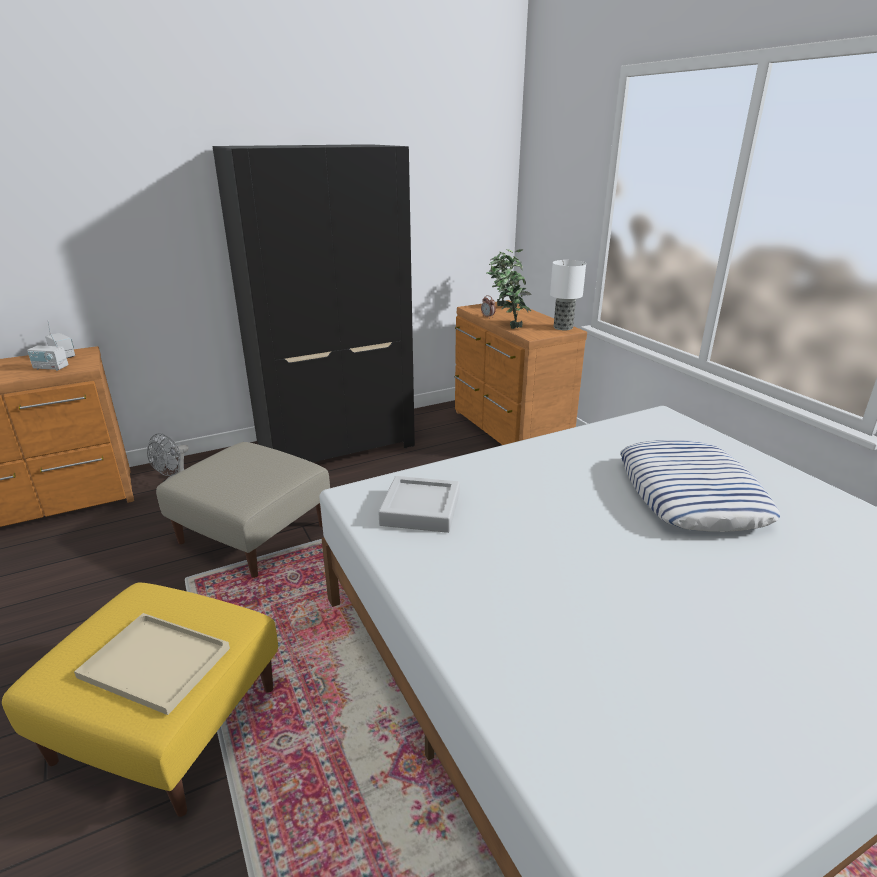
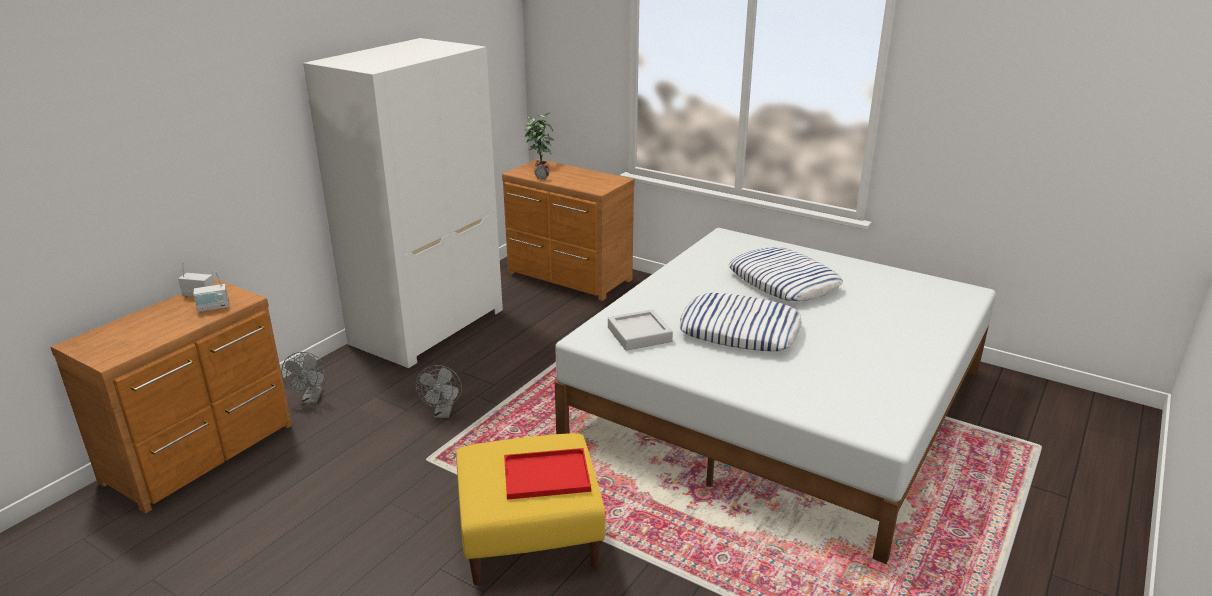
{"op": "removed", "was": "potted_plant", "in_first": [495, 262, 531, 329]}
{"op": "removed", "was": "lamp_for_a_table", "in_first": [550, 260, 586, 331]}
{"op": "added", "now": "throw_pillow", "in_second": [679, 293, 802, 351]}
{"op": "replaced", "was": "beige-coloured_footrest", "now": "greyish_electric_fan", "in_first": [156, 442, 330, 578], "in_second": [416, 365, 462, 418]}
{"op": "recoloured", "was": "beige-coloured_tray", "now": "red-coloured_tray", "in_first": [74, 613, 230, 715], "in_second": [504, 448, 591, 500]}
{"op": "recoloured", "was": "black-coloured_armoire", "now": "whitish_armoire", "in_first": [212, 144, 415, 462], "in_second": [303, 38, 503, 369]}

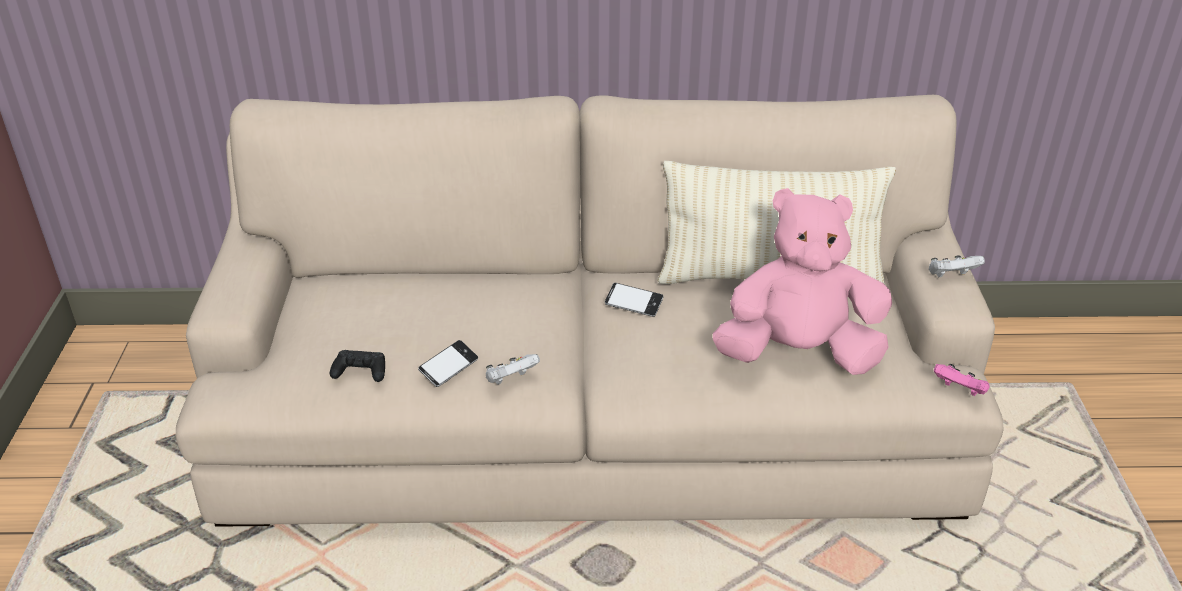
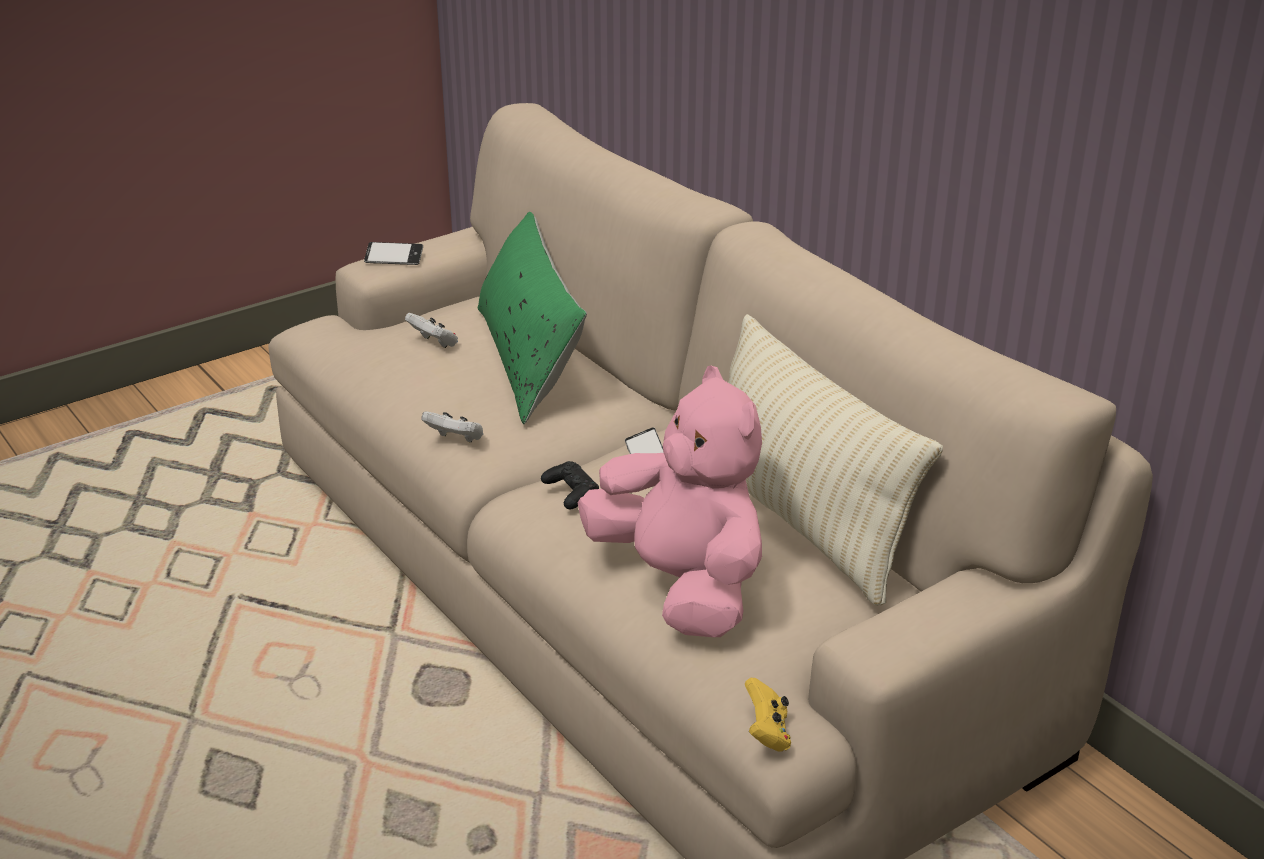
{"op": "added", "now": "greenish_throw_pillow", "in_second": [478, 212, 587, 424]}
{"op": "moved", "was": "black-coloured_game_controller", "in_first": [330, 350, 385, 382], "in_second": [541, 461, 599, 509]}
{"op": "moved", "was": "handset", "in_first": [418, 340, 478, 387], "in_second": [364, 242, 423, 265]}
{"op": "moved", "was": "whitish_game_controller", "in_first": [928, 255, 985, 277], "in_second": [405, 313, 458, 348]}
{"op": "recoloured", "was": "pink_game_controller", "now": "yellow-coloured_game_controller", "in_first": [934, 364, 990, 396], "in_second": [745, 678, 791, 751]}

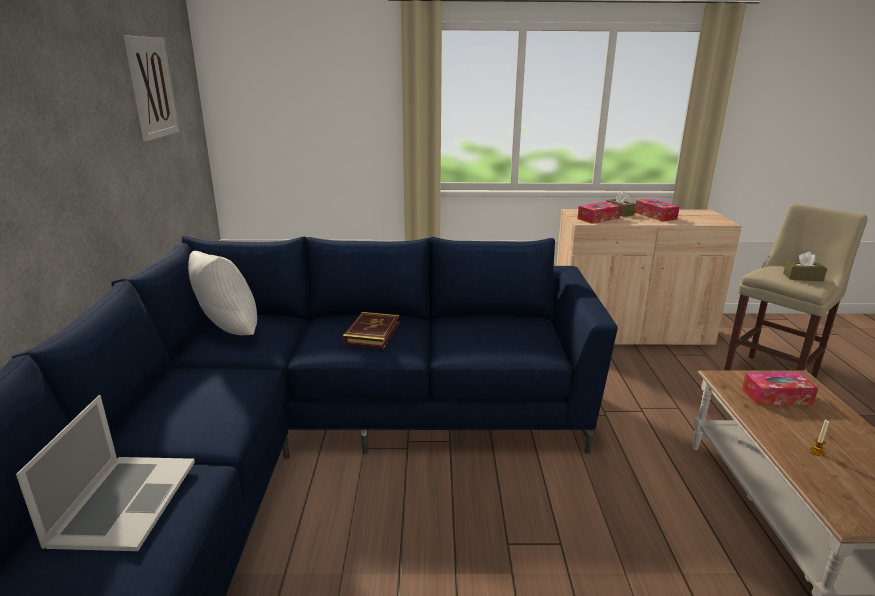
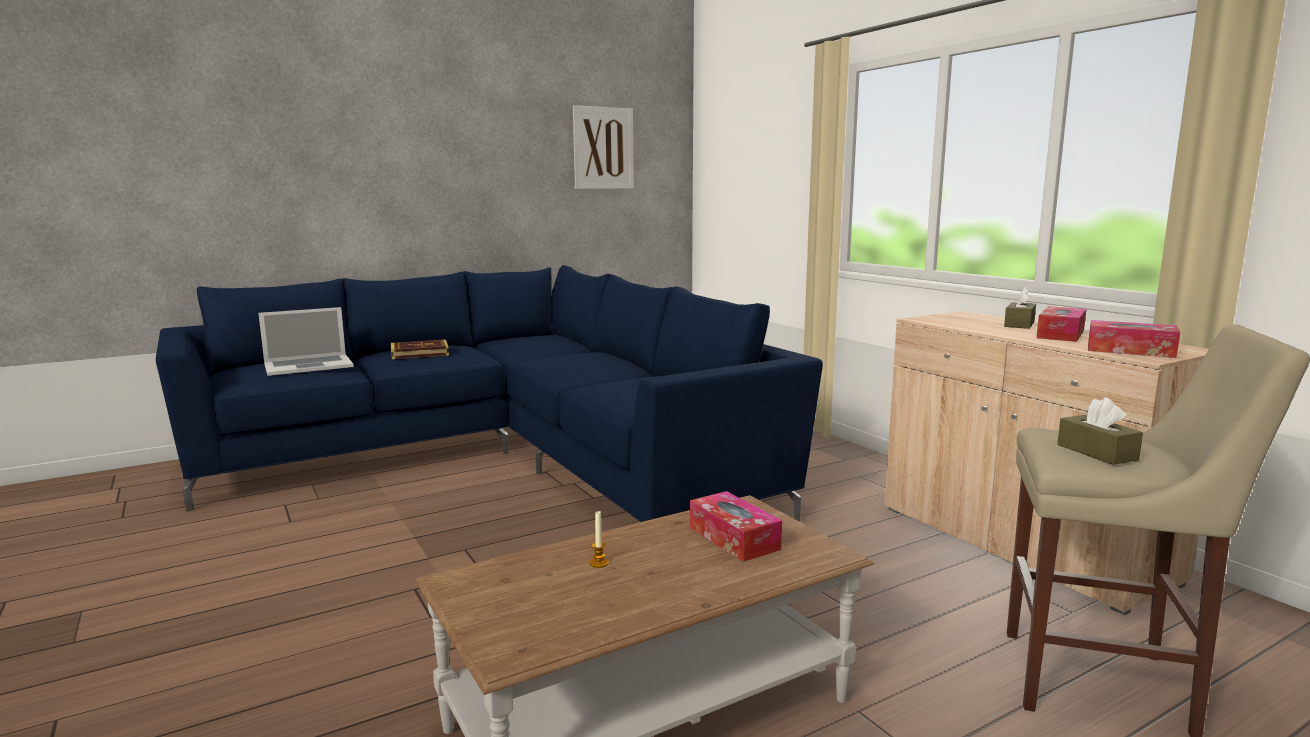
{"op": "removed", "was": "whitish_throw_pillow", "in_first": [188, 251, 257, 335]}
{"op": "moved", "was": "bound_book", "in_first": [343, 312, 399, 349], "in_second": [391, 339, 449, 359]}
{"op": "moved", "was": "box_of_tissues", "in_first": [577, 202, 621, 224], "in_second": [1088, 320, 1180, 358]}

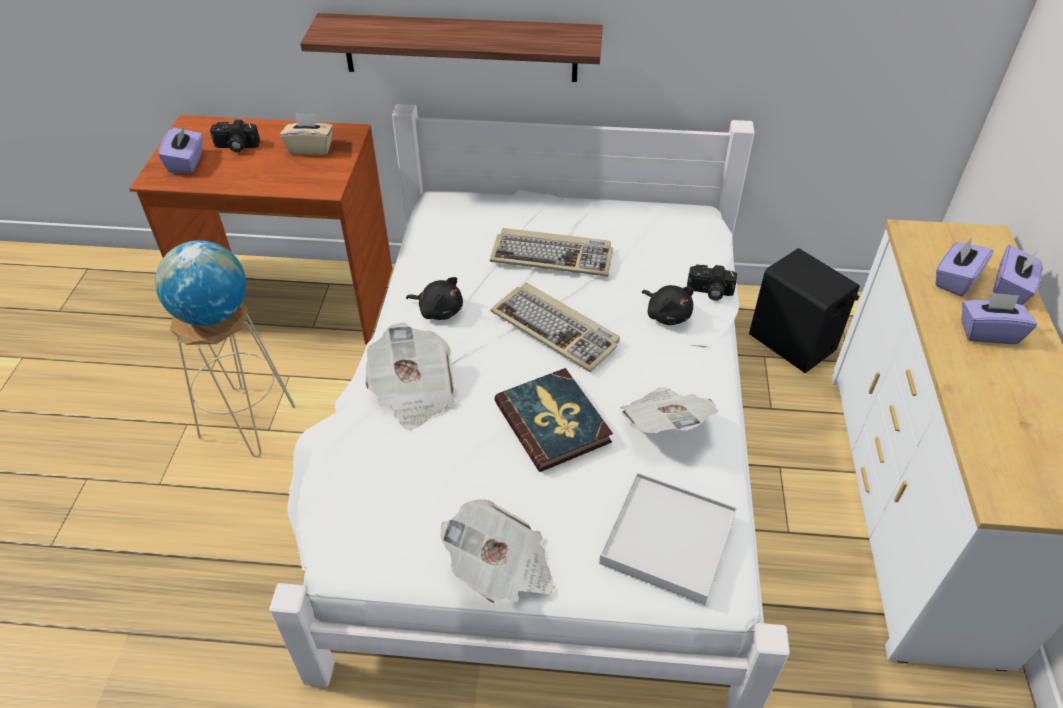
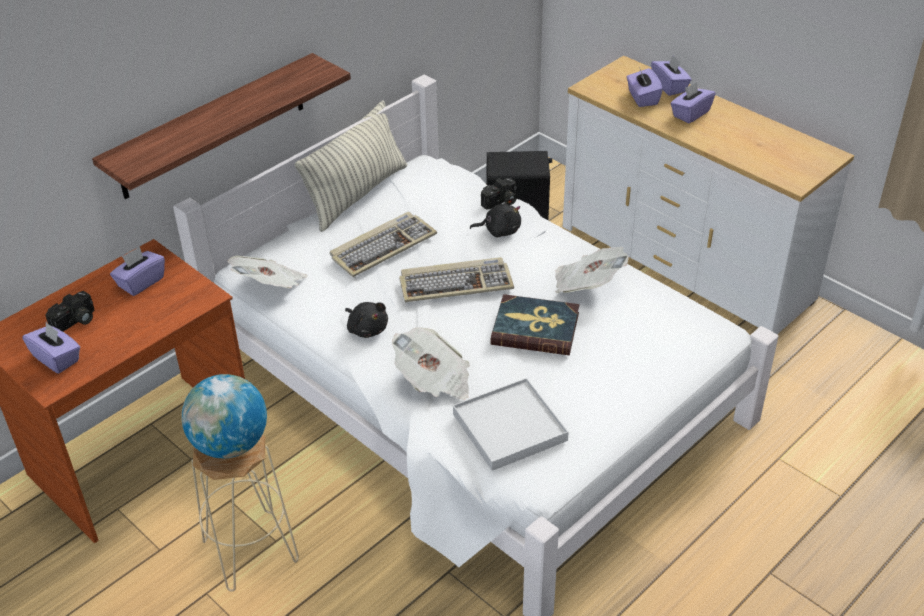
{"op": "added", "now": "throw_pillow", "in_second": [295, 100, 407, 232]}
{"op": "moved", "was": "printed_paper", "in_first": [440, 499, 554, 603], "in_second": [228, 256, 307, 288]}
{"op": "moved", "was": "whitish_tray", "in_first": [599, 472, 737, 605], "in_second": [453, 378, 568, 471]}
{"op": "recoloured", "was": "beige-coloured_box_of_tissues", "now": "purplish_box_of_tissues", "in_first": [280, 113, 333, 155], "in_second": [110, 246, 165, 296]}
{"op": "turned", "was": "black-coloured_soft_toy", "in_first": [406, 277, 463, 320], "in_second": [345, 302, 388, 338], "clockwise": 75}

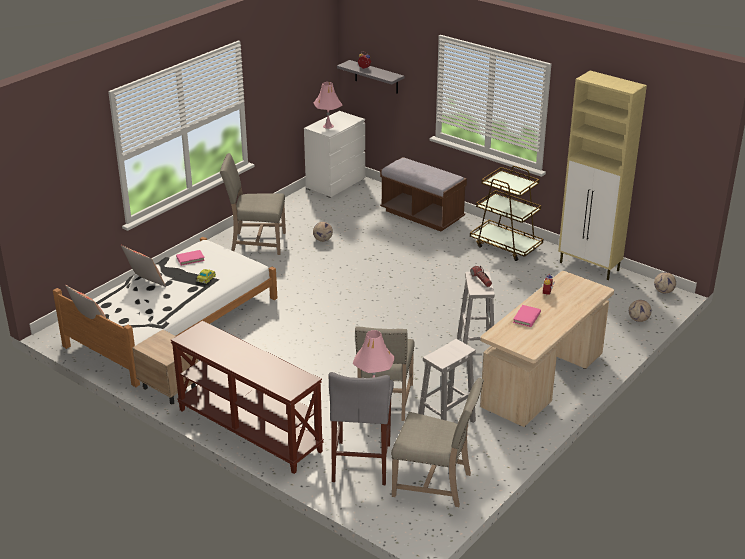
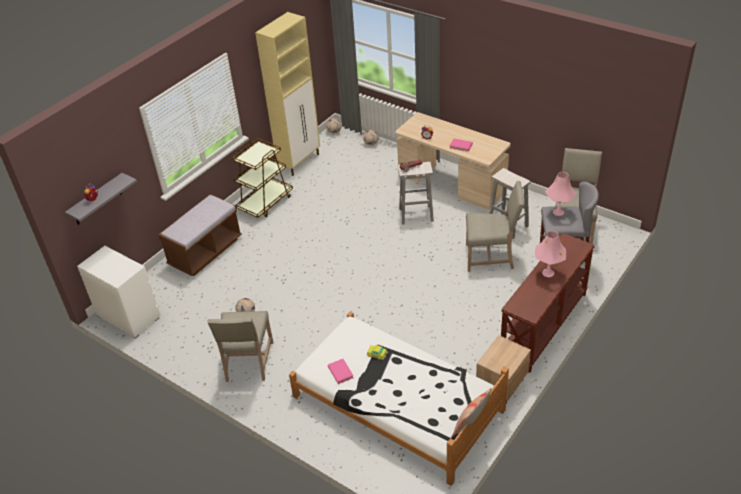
{"op": "removed", "was": "throw_pillow", "in_first": [121, 245, 166, 287]}
{"op": "moved", "was": "pink_lamp_for_a_table", "in_first": [314, 82, 342, 129], "in_second": [535, 231, 566, 277]}

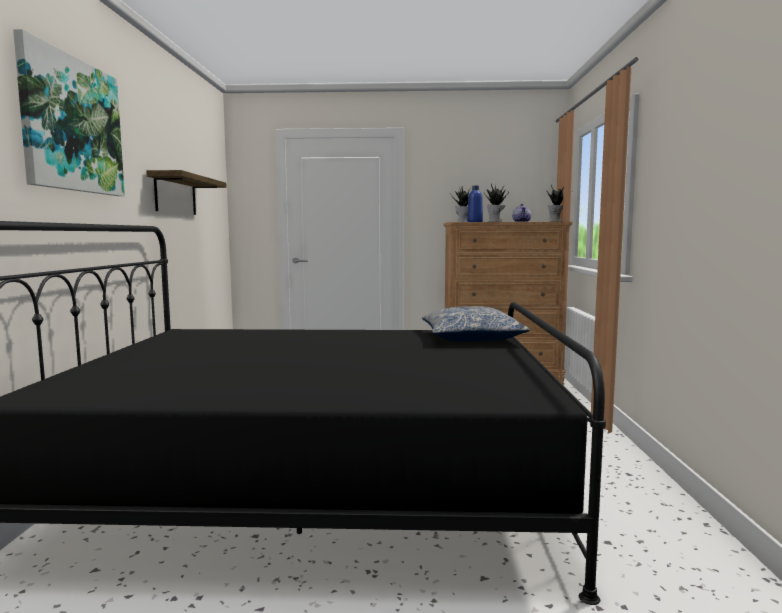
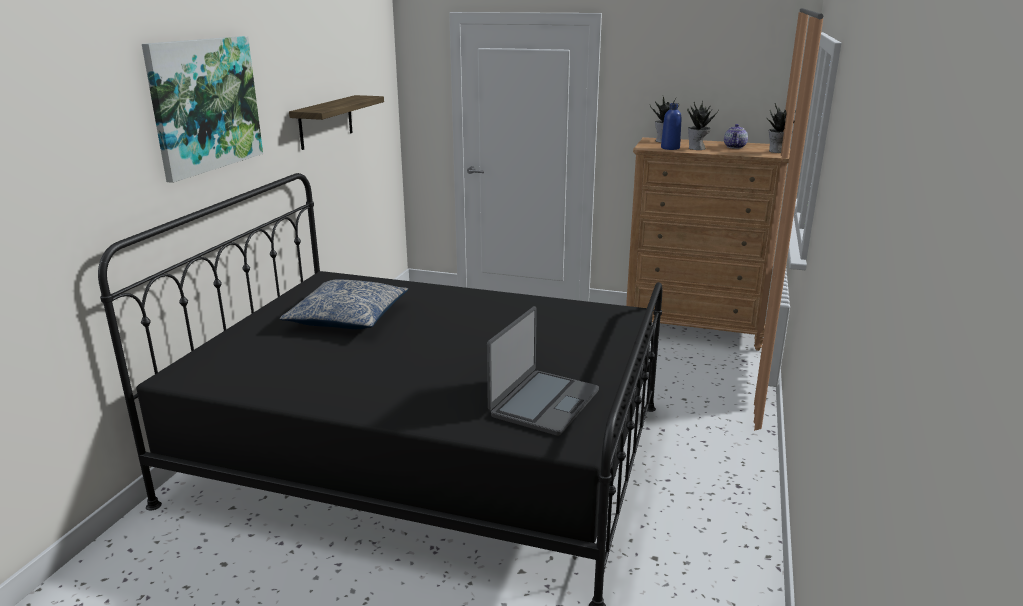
{"op": "added", "now": "notebook_computer", "in_second": [487, 306, 599, 436]}
{"op": "moved", "was": "throw_pillow", "in_first": [422, 306, 530, 342], "in_second": [280, 279, 408, 329]}

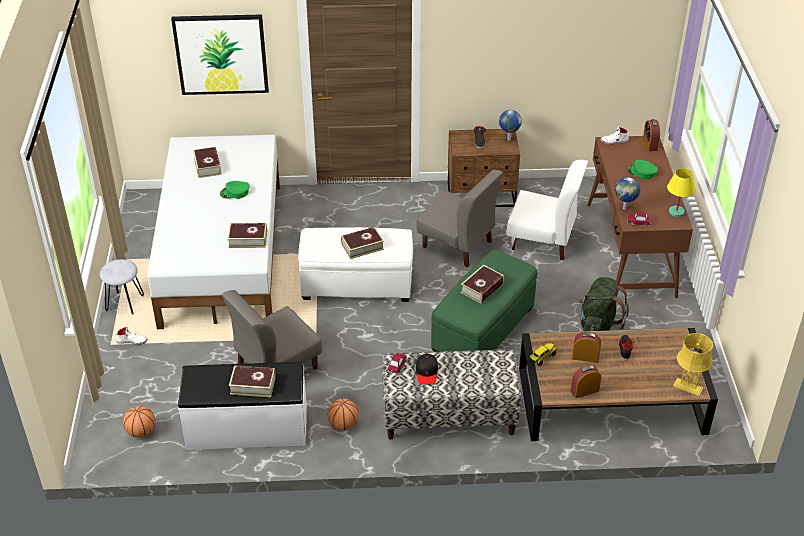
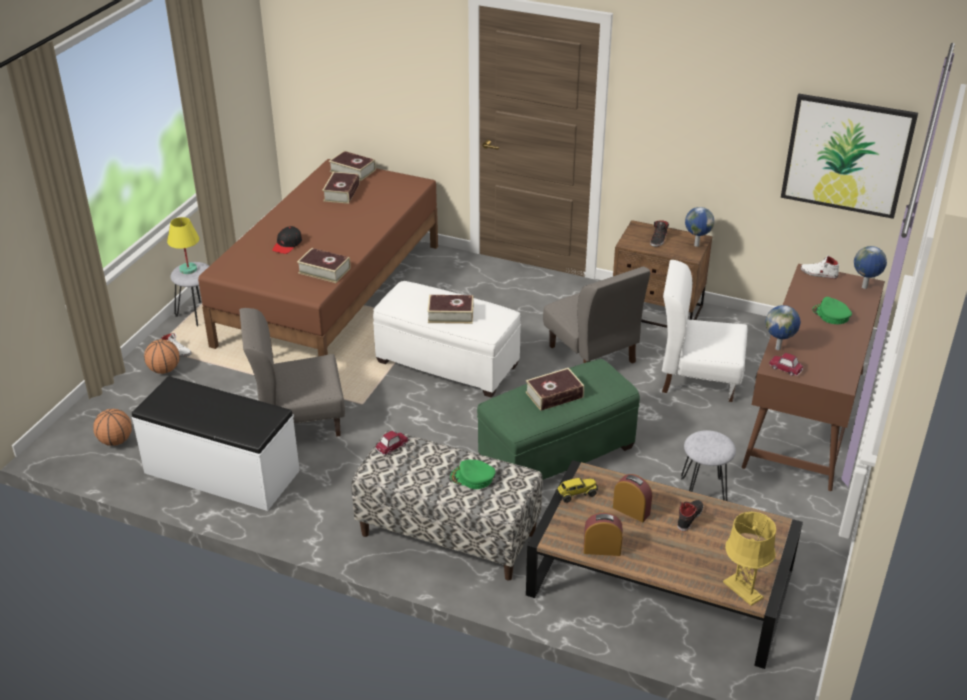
{"op": "moved", "was": "picture", "in_first": [171, 14, 269, 95], "in_second": [781, 94, 918, 219]}
{"op": "moved", "was": "greenish_peaked_cap", "in_first": [220, 181, 250, 199], "in_second": [450, 460, 495, 489]}
{"op": "moved", "was": "bound_book", "in_first": [229, 365, 276, 397], "in_second": [329, 151, 376, 181]}
{"op": "moved", "was": "basketball", "in_first": [328, 399, 359, 430], "in_second": [144, 339, 180, 374]}
{"op": "moved", "was": "black-coloured_peaked_cap", "in_first": [416, 354, 438, 385], "in_second": [272, 226, 302, 254]}
{"op": "moved", "was": "yellow-coloured_lamp_for_a_table", "in_first": [667, 168, 695, 217], "in_second": [167, 217, 199, 274]}
{"op": "replaced", "was": "greenish_rucksack", "now": "greyish_stool_seat", "in_first": [578, 277, 629, 331], "in_second": [681, 430, 736, 501]}
{"op": "replaced", "was": "table_clock", "now": "globe", "in_first": [643, 119, 660, 151], "in_second": [854, 246, 887, 289]}
{"op": "recoloured", "was": "whitish_sleeping_bed", "now": "brownish_sleeping_bed", "in_first": [147, 135, 280, 329], "in_second": [198, 159, 438, 356]}
{"op": "turned", "was": "whitish_plain_chair", "in_first": [506, 160, 588, 260], "in_second": [662, 260, 747, 402], "clockwise": 150}

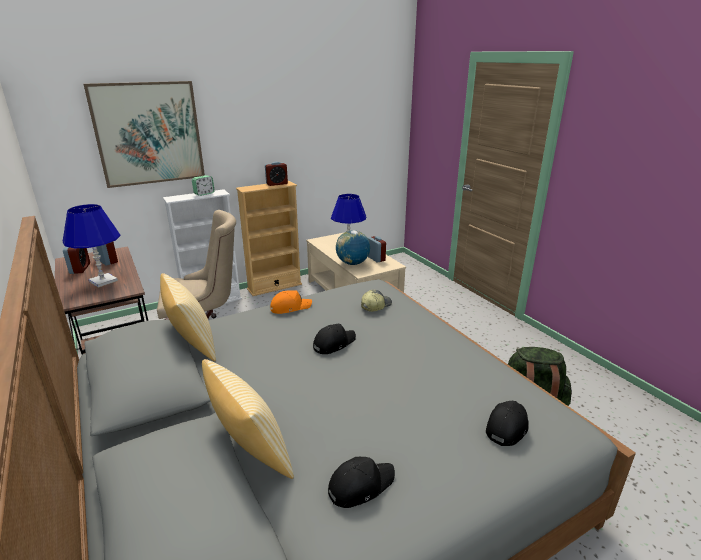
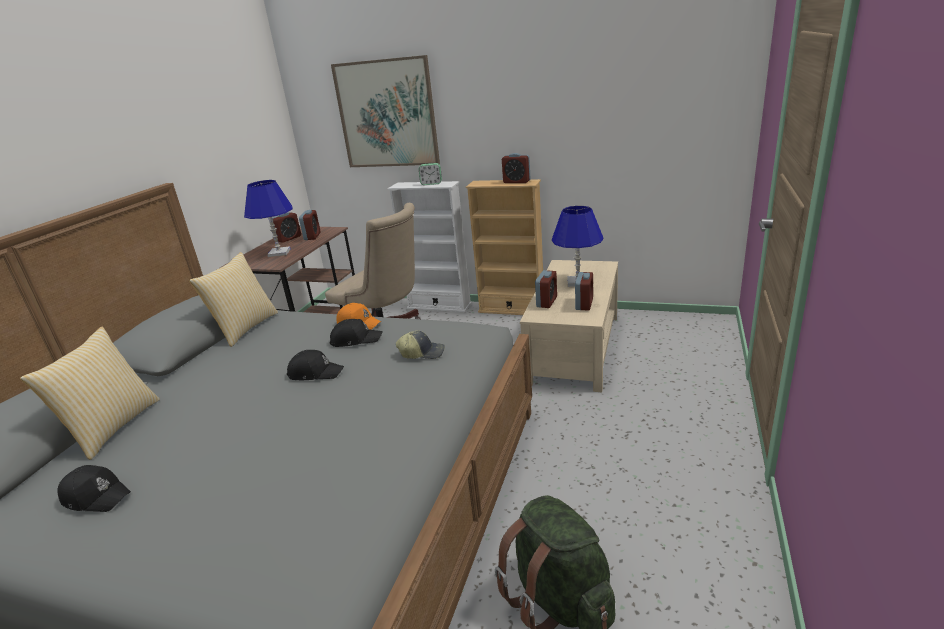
{"op": "moved", "was": "black-coloured_peaked_cap", "in_first": [486, 401, 529, 446], "in_second": [330, 319, 383, 347]}
{"op": "replaced", "was": "globe", "now": "table_clock", "in_first": [336, 230, 370, 265], "in_second": [535, 270, 557, 308]}

